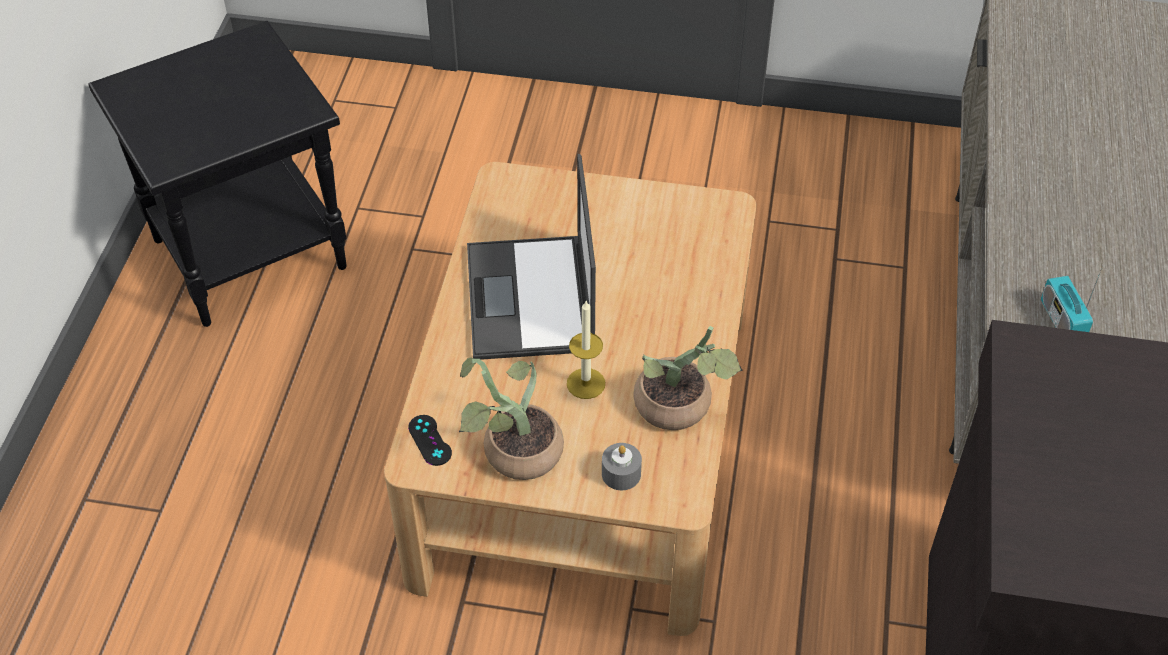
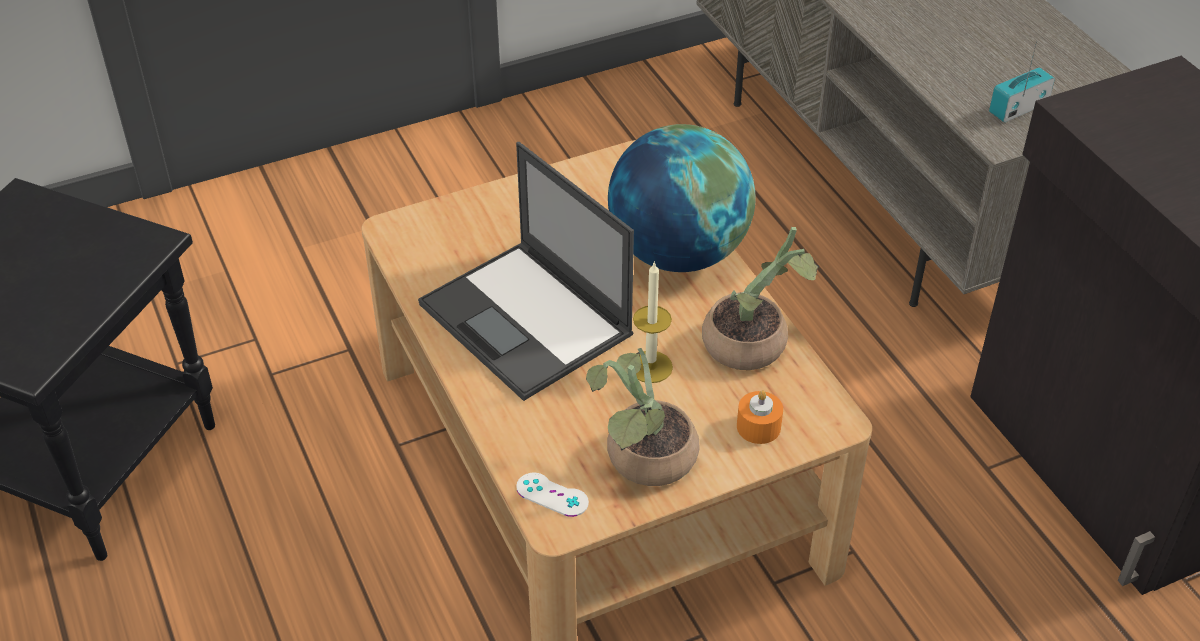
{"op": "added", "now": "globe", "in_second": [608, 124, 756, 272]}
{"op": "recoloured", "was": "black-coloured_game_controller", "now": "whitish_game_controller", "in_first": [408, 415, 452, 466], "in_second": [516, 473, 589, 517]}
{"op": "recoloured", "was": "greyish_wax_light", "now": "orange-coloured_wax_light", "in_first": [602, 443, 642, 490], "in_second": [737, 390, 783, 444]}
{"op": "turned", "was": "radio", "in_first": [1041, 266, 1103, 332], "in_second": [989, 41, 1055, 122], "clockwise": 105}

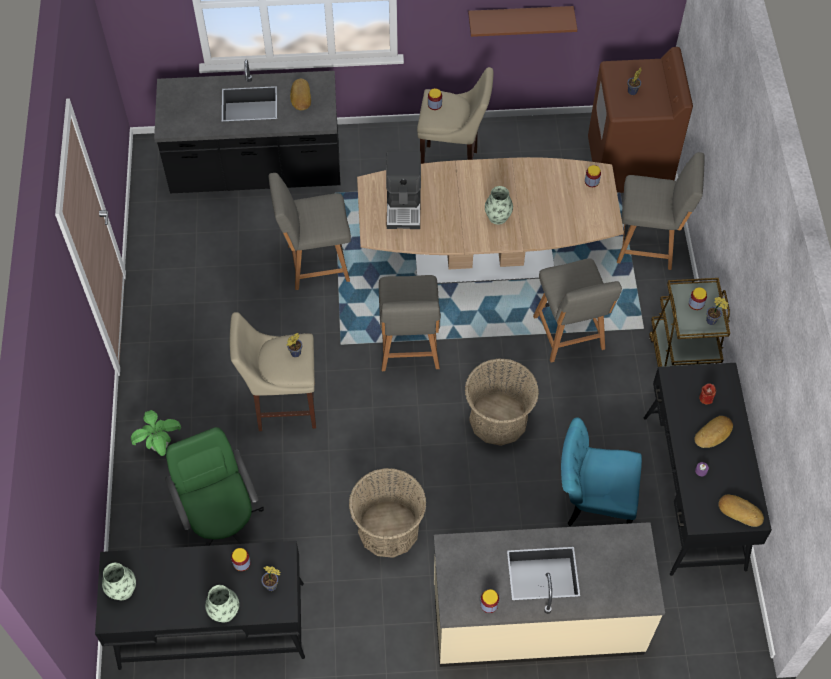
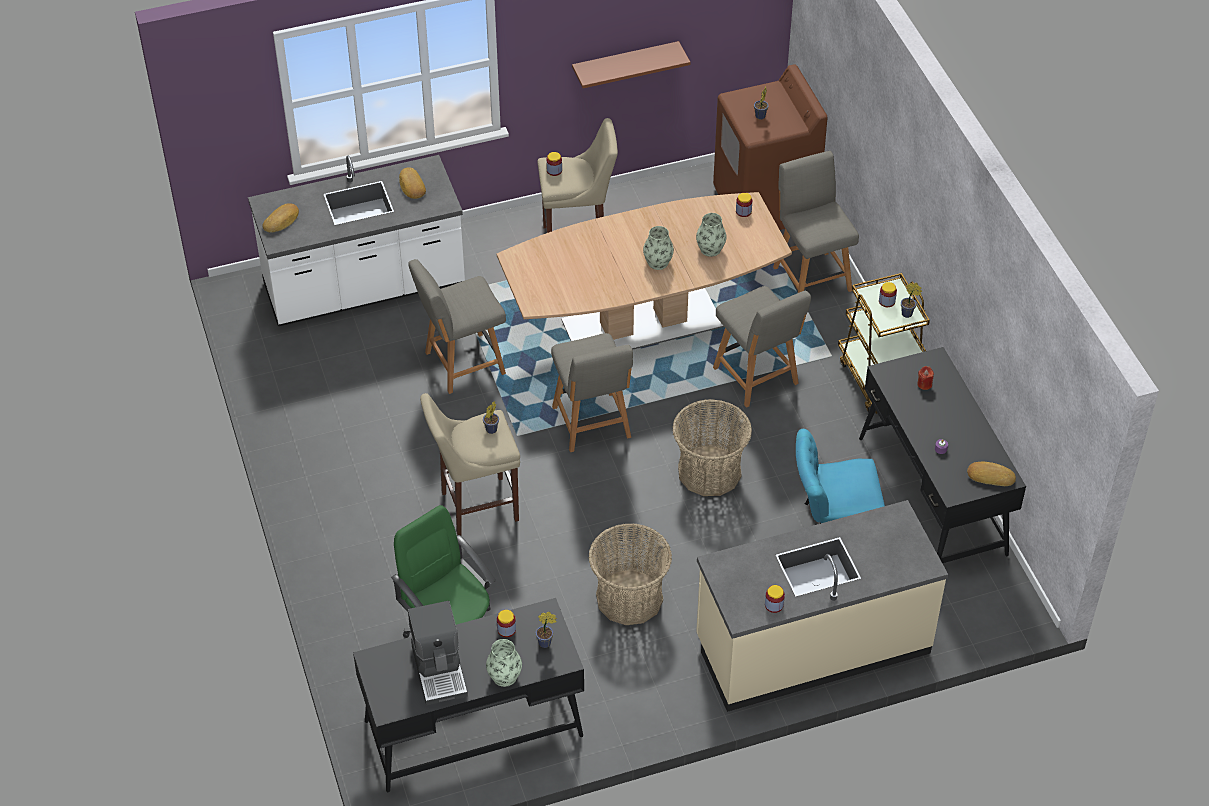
{"op": "removed", "was": "potted_plant", "in_first": [131, 410, 181, 456]}
{"op": "moved", "was": "flower_vase", "in_first": [102, 563, 136, 600], "in_second": [696, 213, 727, 257]}
{"op": "moved", "was": "coffee_brewer", "in_first": [386, 151, 421, 229], "in_second": [408, 601, 468, 705]}
{"op": "moved", "was": "baked_bread", "in_first": [694, 416, 733, 448], "in_second": [262, 203, 299, 233]}
{"op": "recoloured", "was": "black-coloured_kitchen_counter", "now": "whitish_kitchen_counter", "in_first": [154, 59, 341, 193], "in_second": [248, 155, 465, 326]}
{"op": "turned", "was": "greyish_plain_chair", "in_first": [617, 152, 705, 270], "in_second": [773, 151, 859, 293], "clockwise": -105}

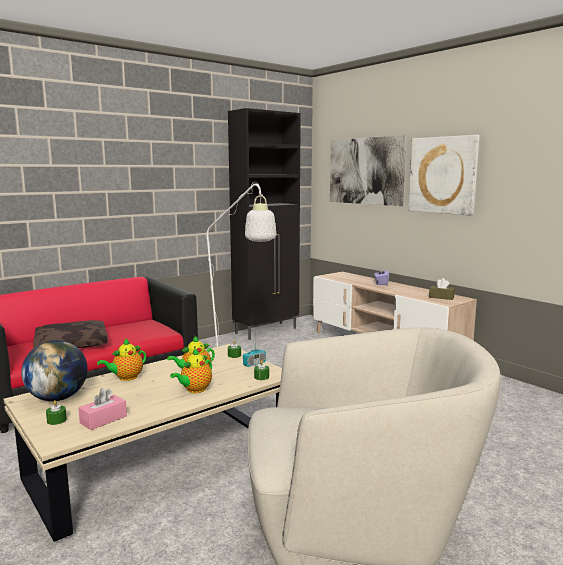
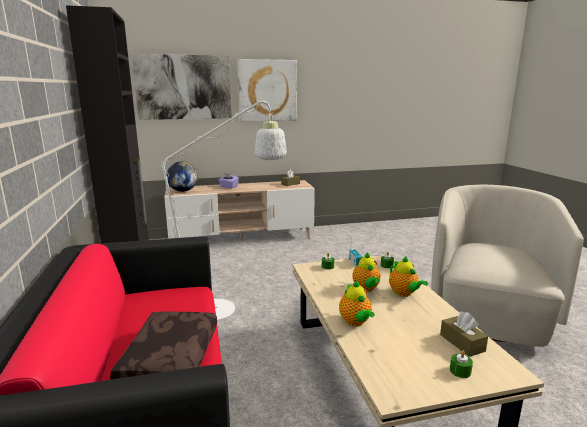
{"op": "moved", "was": "globe", "in_first": [21, 340, 88, 401], "in_second": [167, 161, 198, 192]}
{"op": "recoloured", "was": "pink_box_of_tissues", "now": "brownish_box_of_tissues", "in_first": [78, 388, 127, 430], "in_second": [440, 311, 488, 357]}

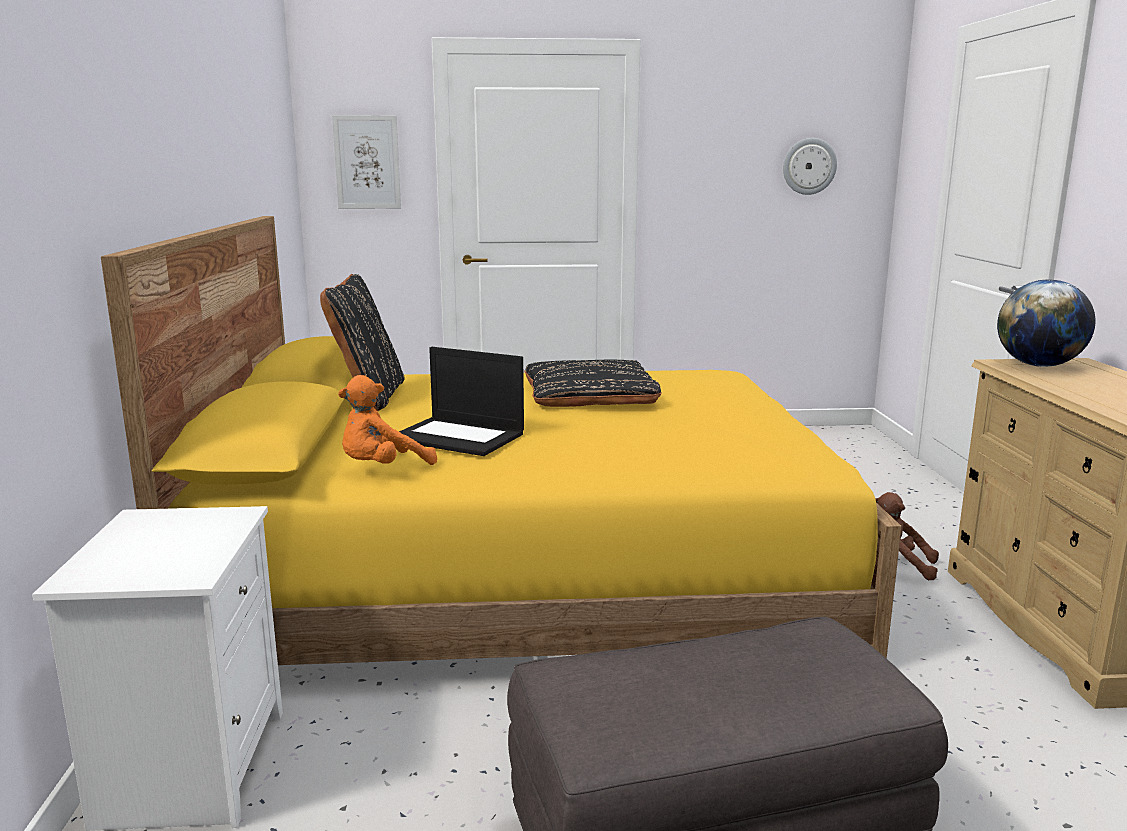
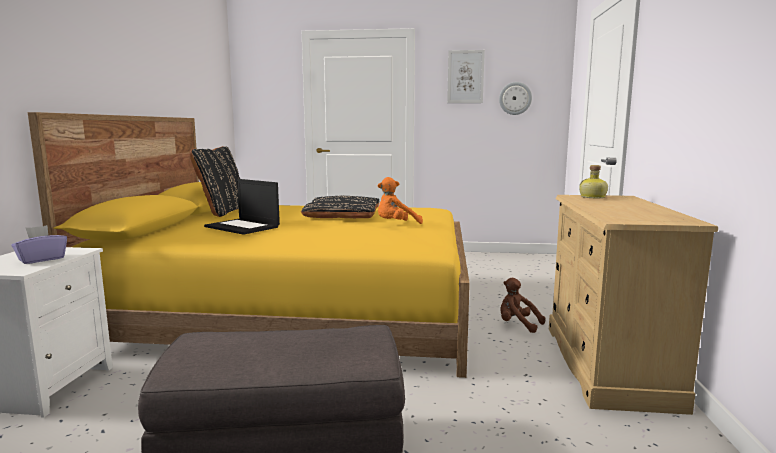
{"op": "added", "now": "purplish_box_of_tissues", "in_second": [12, 225, 67, 264]}
{"op": "moved", "was": "picture", "in_first": [332, 115, 401, 209], "in_second": [447, 50, 485, 103]}
{"op": "moved", "was": "orange-coloured_soft_toy", "in_first": [338, 375, 437, 465], "in_second": [378, 177, 423, 224]}
{"op": "replaced", "was": "globe", "now": "drink_bottle", "in_first": [997, 280, 1095, 367], "in_second": [579, 165, 608, 198]}

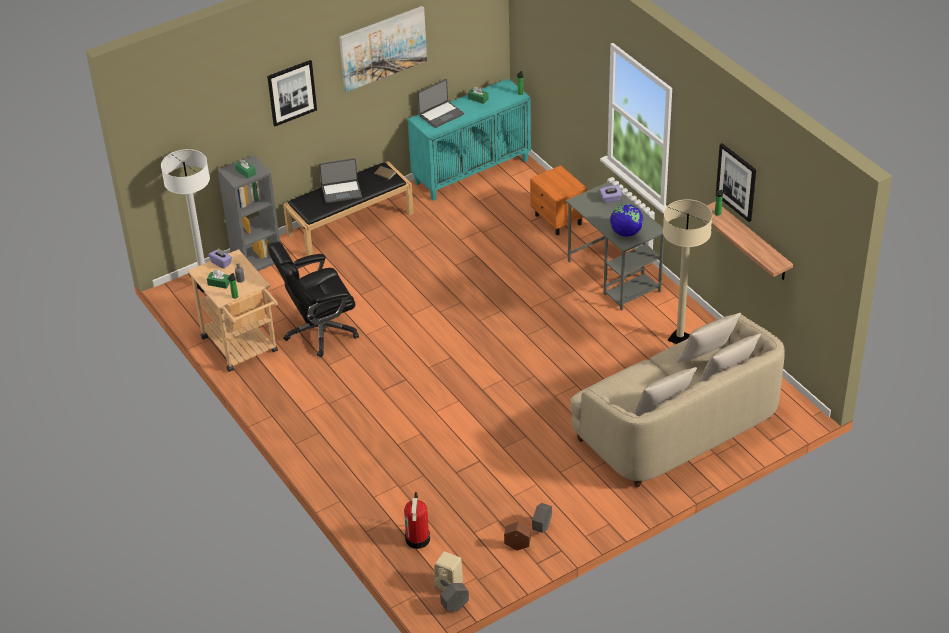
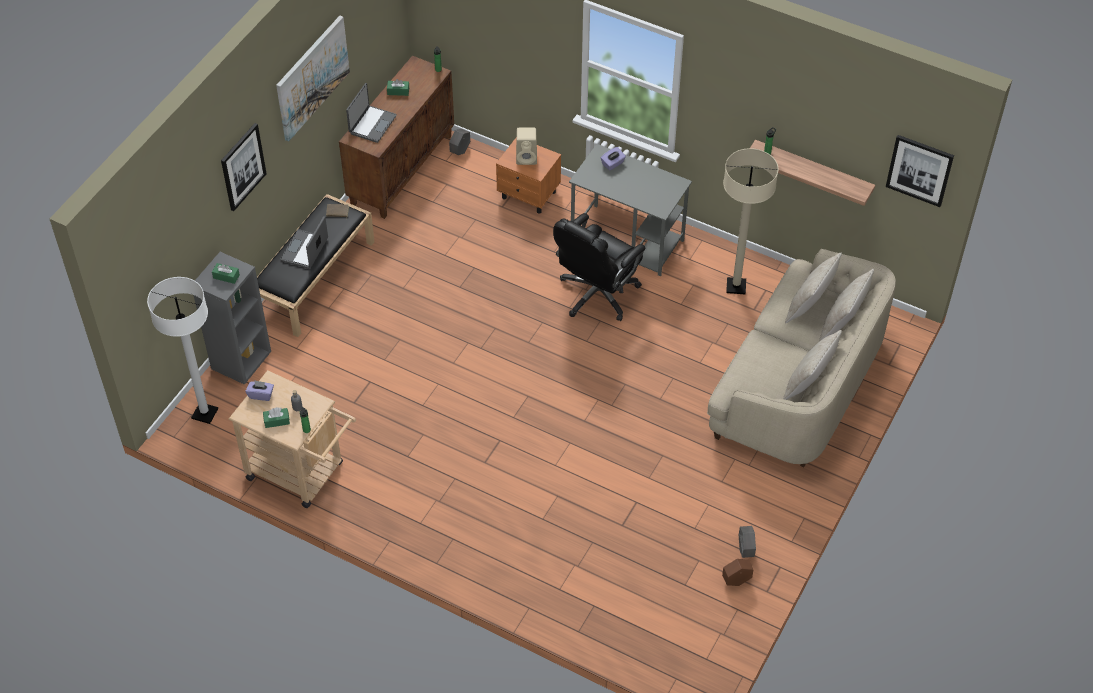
{"op": "removed", "was": "fire-fighting_cylinder", "in_first": [404, 492, 430, 549]}
{"op": "removed", "was": "globe", "in_first": [610, 204, 643, 237]}
{"op": "moved", "was": "black-coloured_office_chair", "in_first": [268, 241, 359, 357], "in_second": [553, 213, 646, 321]}
{"op": "moved", "was": "beige-coloured_speaker", "in_first": [434, 551, 463, 591], "in_second": [516, 127, 537, 165]}
{"op": "moved", "was": "greyish_plant_pot", "in_first": [440, 583, 469, 611], "in_second": [449, 128, 470, 155]}
{"op": "moved", "was": "picture", "in_first": [716, 143, 756, 222], "in_second": [886, 135, 954, 207]}
{"op": "recoloured", "was": "blue-green_storage_cabinet", "now": "brownish_storage_cabinet", "in_first": [407, 79, 531, 201], "in_second": [339, 56, 454, 219]}
{"op": "turned", "was": "notebook_computer", "in_first": [319, 158, 362, 203], "in_second": [280, 216, 328, 269], "clockwise": 150}

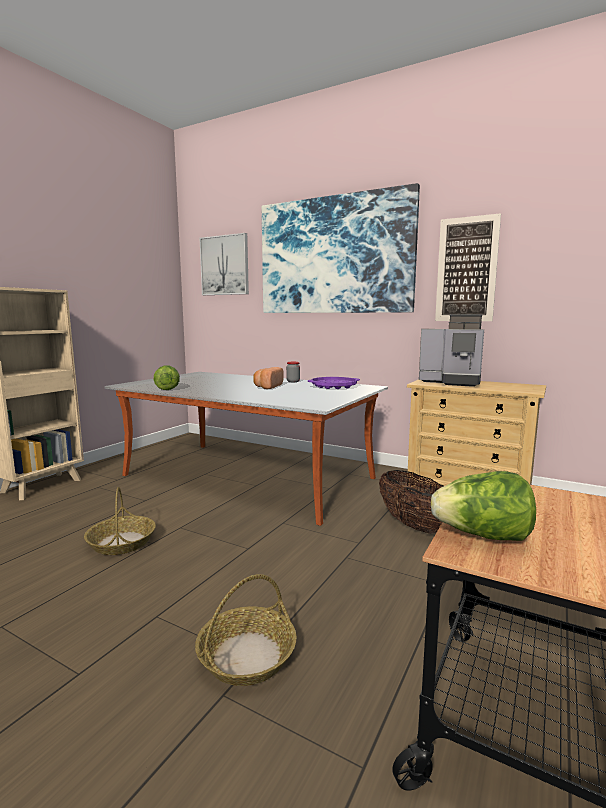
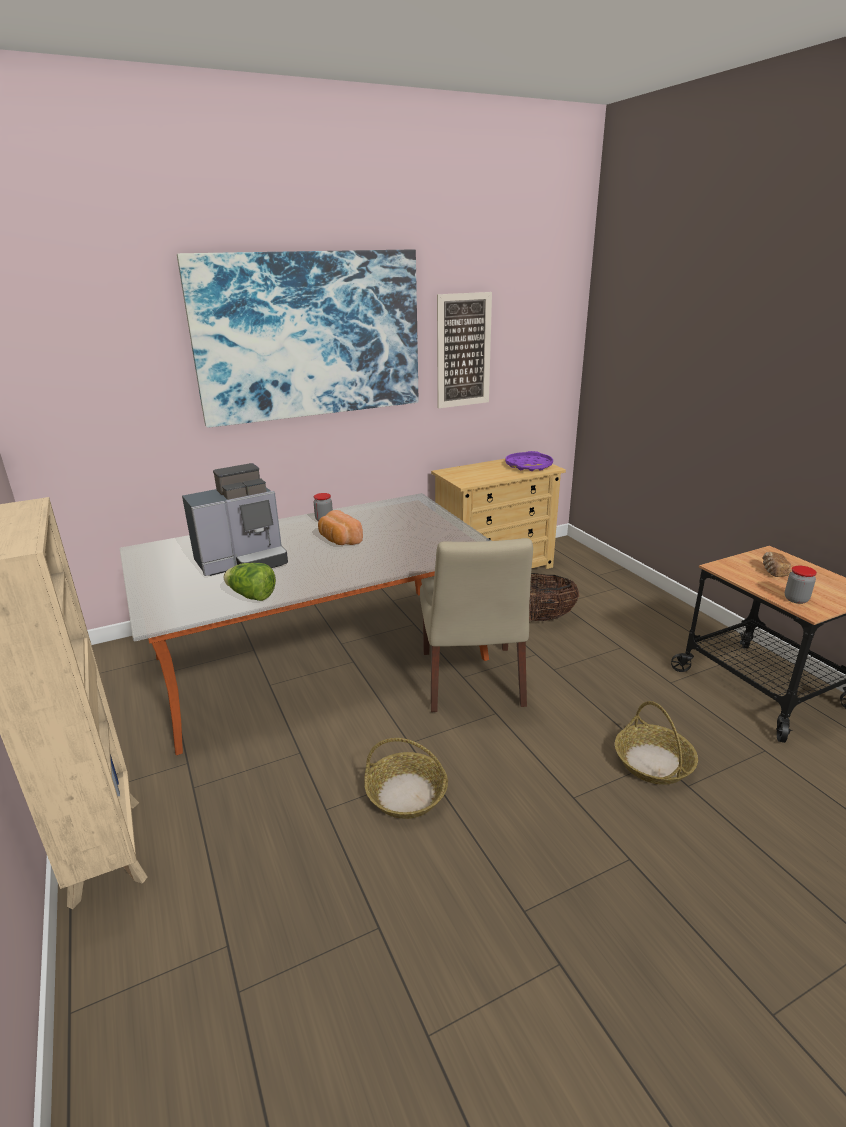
{"op": "removed", "was": "picture", "in_first": [200, 233, 249, 295]}
{"op": "added", "now": "beige-coloured_plain_chair", "in_second": [420, 538, 533, 712]}
{"op": "added", "now": "baked_bread", "in_second": [763, 552, 791, 577]}
{"op": "moved", "was": "purplish_tray", "in_first": [308, 377, 360, 389], "in_second": [505, 451, 553, 471]}
{"op": "moved", "was": "coffee_brewer", "in_first": [419, 314, 484, 387], "in_second": [182, 463, 288, 576]}
{"op": "replaced", "was": "lettuce_head", "now": "preserve_jar", "in_first": [431, 471, 536, 541], "in_second": [785, 566, 817, 604]}

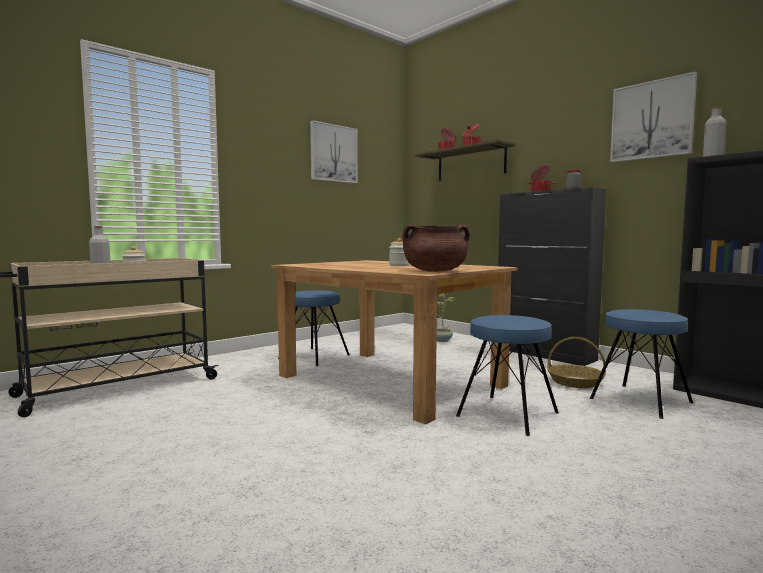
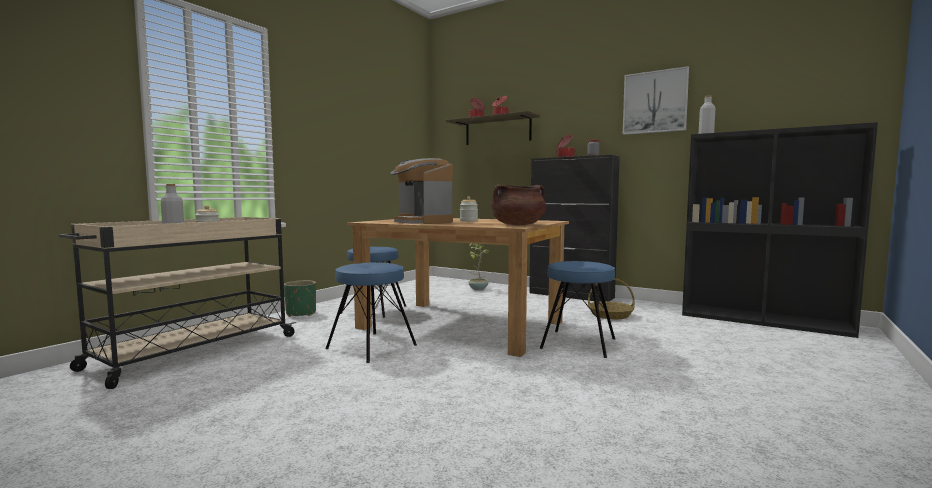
{"op": "removed", "was": "picture", "in_first": [310, 120, 358, 184]}
{"op": "added", "now": "greenish_plant_pot", "in_second": [284, 280, 316, 317]}
{"op": "added", "now": "coffee_brewer", "in_second": [390, 158, 453, 224]}
{"op": "moved", "was": "bluish_stool_seat", "in_first": [590, 309, 693, 419], "in_second": [325, 263, 417, 363]}

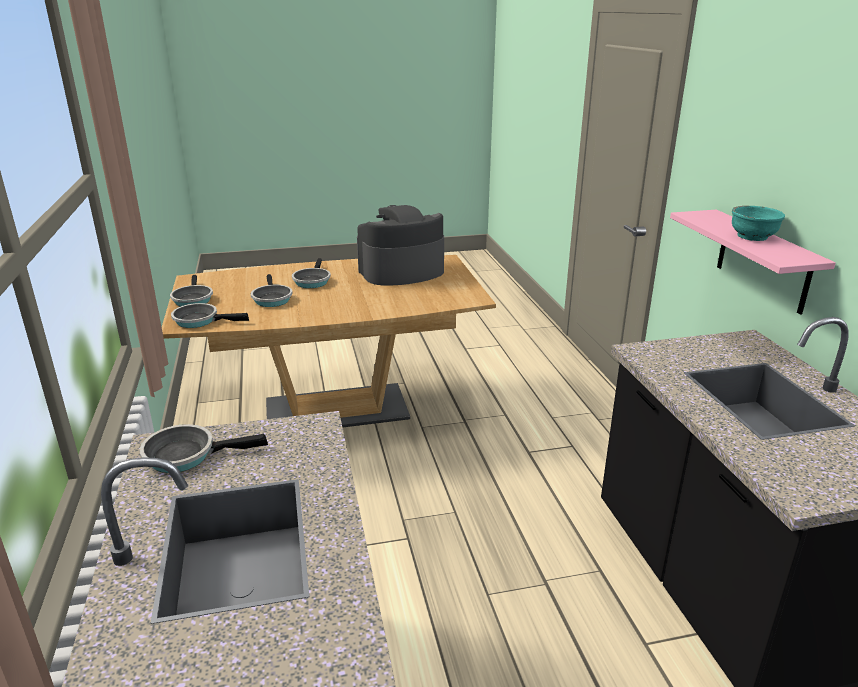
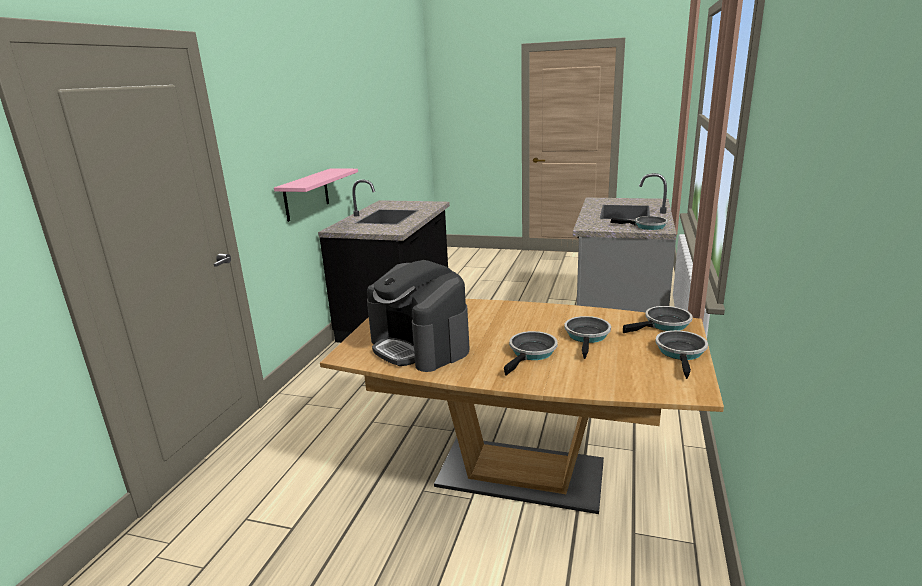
{"op": "removed", "was": "blue-green_bowl", "in_first": [732, 206, 785, 241]}
{"op": "turned", "was": "pan", "in_first": [171, 303, 249, 328], "in_second": [623, 306, 693, 333], "clockwise": -60}
{"op": "turned", "was": "coffee_brewer", "in_first": [357, 205, 444, 285], "in_second": [367, 260, 470, 372], "clockwise": 45}

